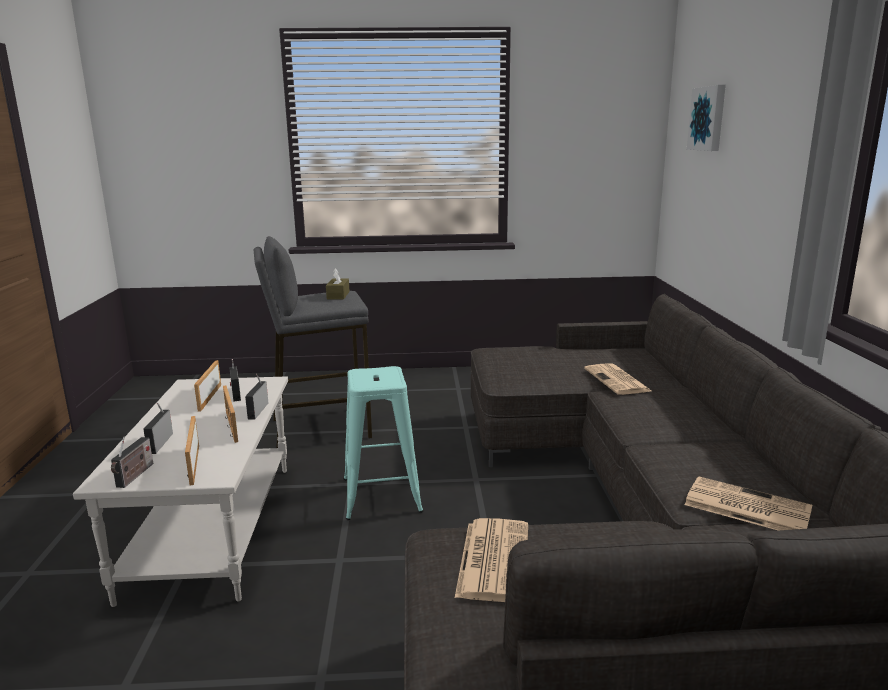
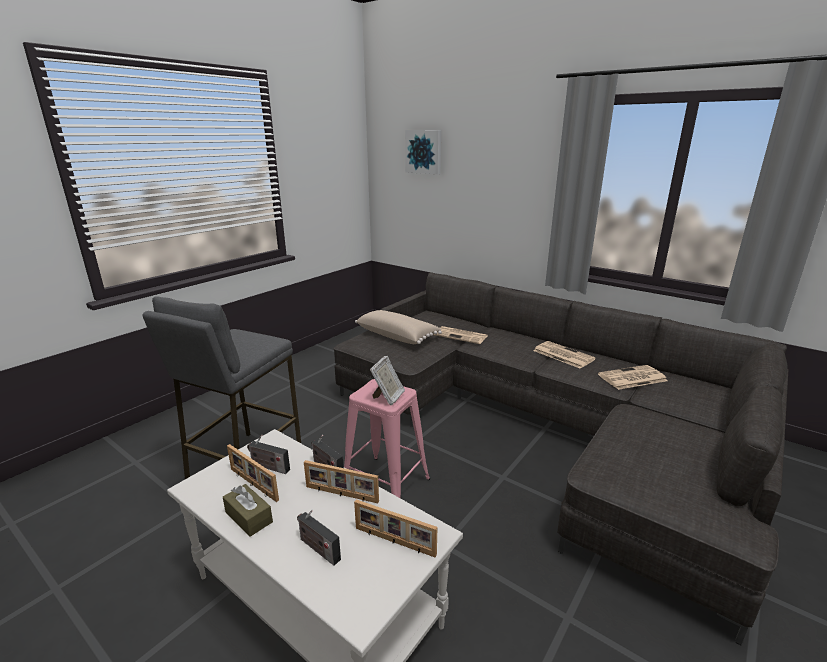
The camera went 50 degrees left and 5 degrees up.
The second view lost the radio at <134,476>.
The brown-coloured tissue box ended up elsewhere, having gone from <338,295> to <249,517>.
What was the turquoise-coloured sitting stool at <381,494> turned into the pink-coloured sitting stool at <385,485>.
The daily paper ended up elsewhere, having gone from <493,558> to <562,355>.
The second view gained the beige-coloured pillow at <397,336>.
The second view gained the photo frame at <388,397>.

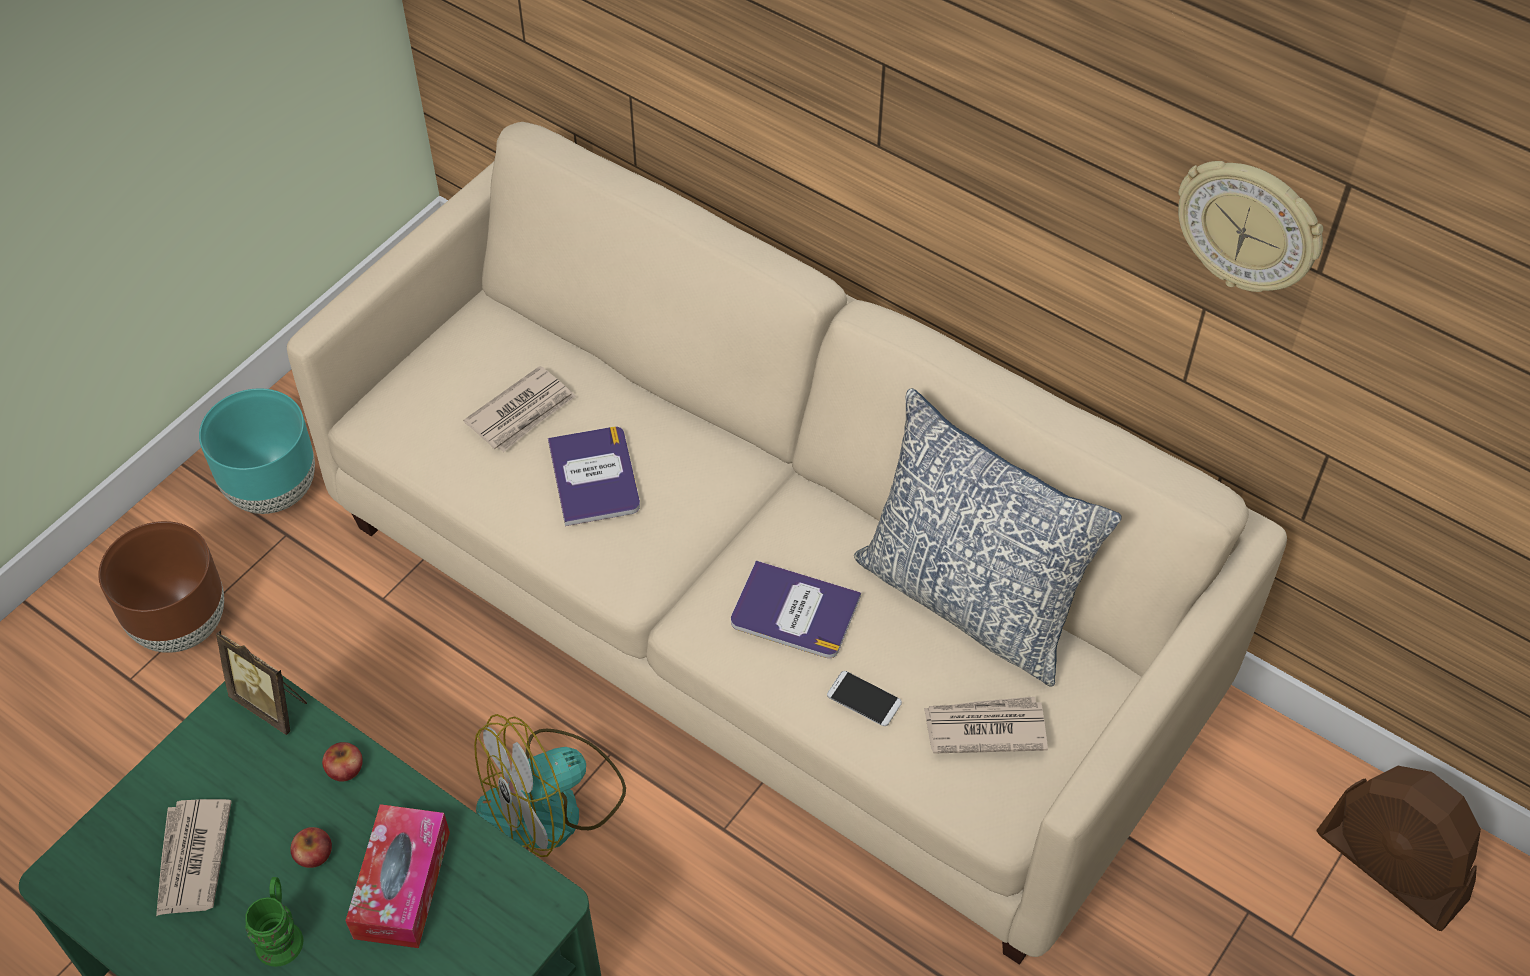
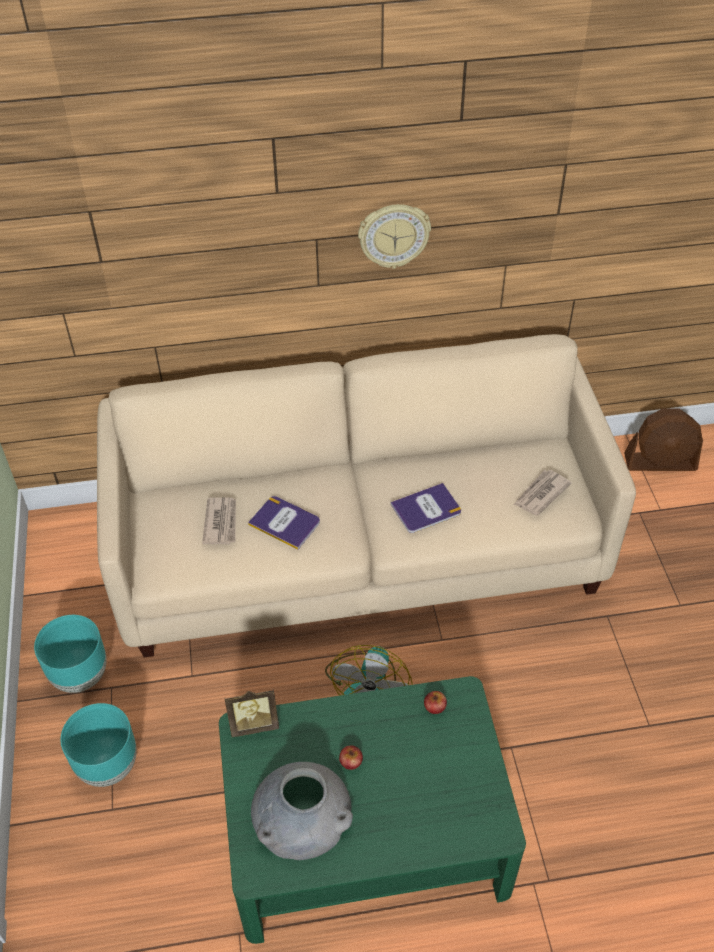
The camera went 45 degrees left and 5 degrees down.
What was the brown-coloured flower pot at <182,624> turned into the turquoise-coloured flower pot at <108,765>.
Where the daily paper stood at <191,859>, the grey decorative vase came to stand at <302,812>.
The second view lost the greenish tea mug at <281,934>.
The whole apple ended up elsewhere, having gone from <345,768> to <434,706>.
The second view lost the tissue box at <402,884>.
The second view lost the phone at <864,699>.
The second view lost the pillow at <970,599>.
The hanging clock ended up elsewhere, having gone from <1249,226> to <394,235>.

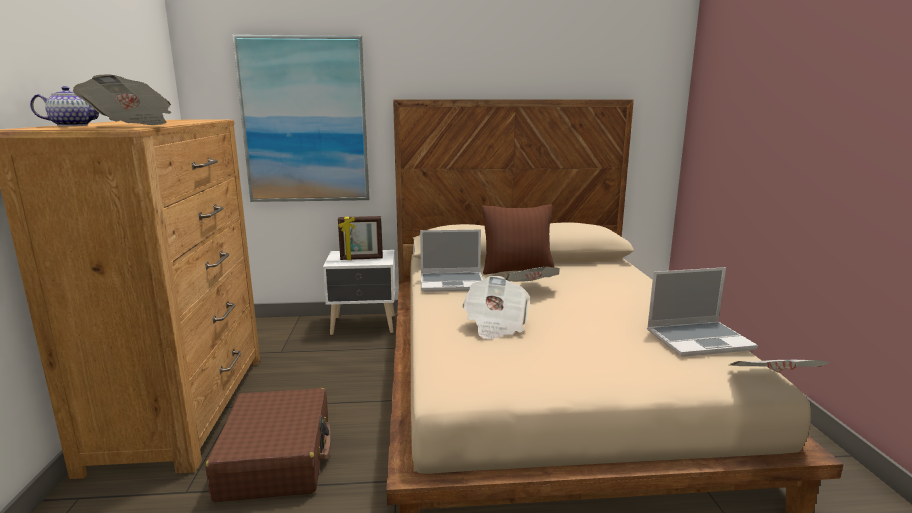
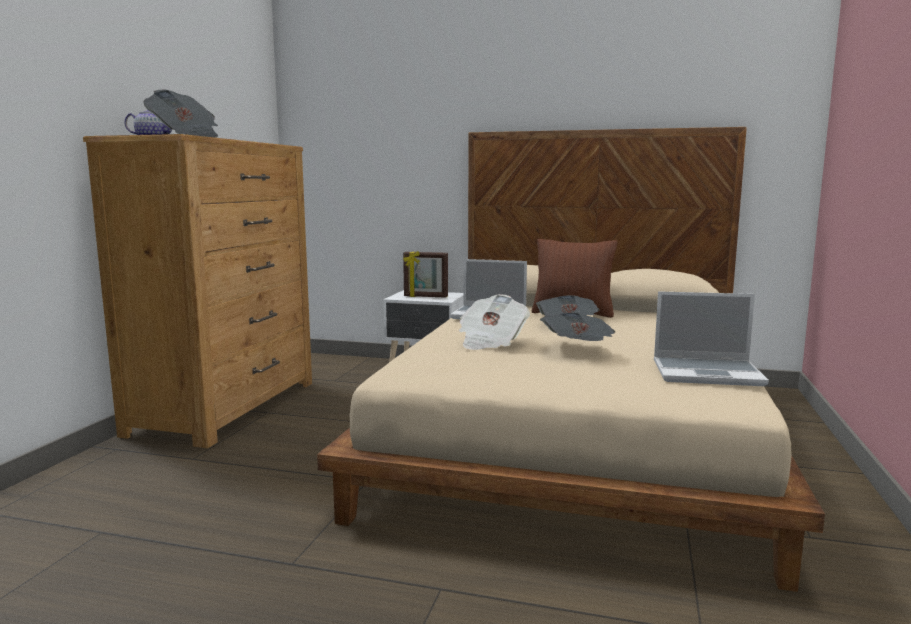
The camera went 20 degrees right and 5 degrees down.
The second view lost the brown-coloured suitcase at <277,458>.
The second view lost the picture at <305,121>.
The daily paper ended up elsewhere, having gone from <771,385> to <578,348>.

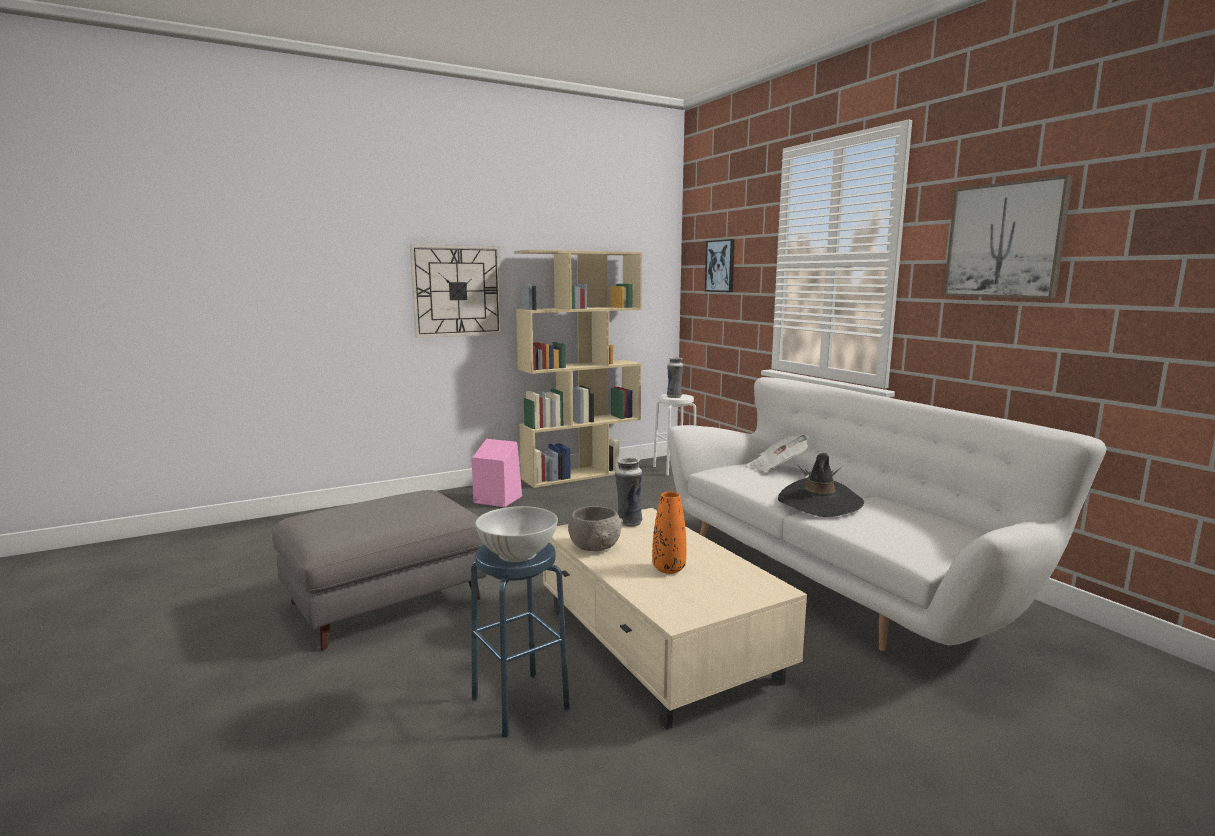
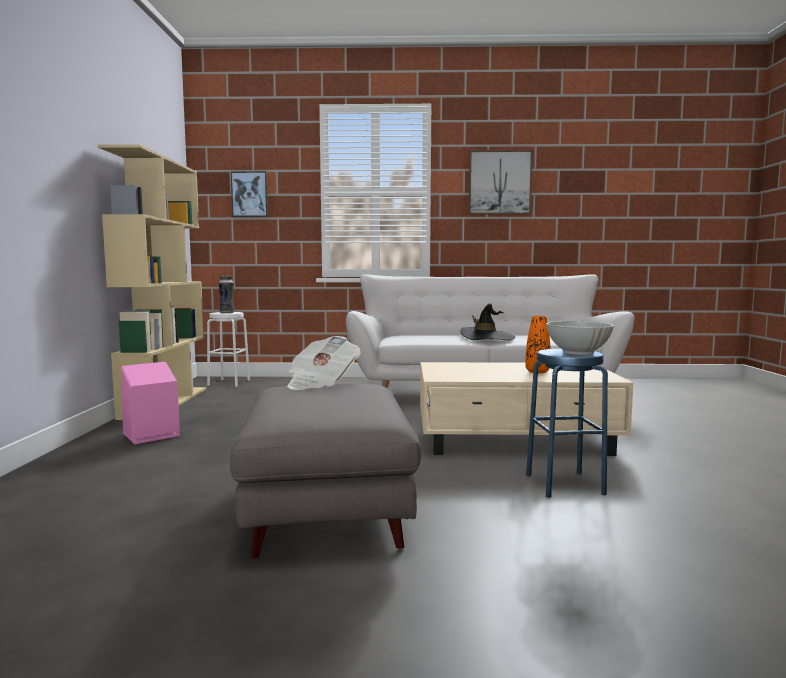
The camera went 60 degrees left and 5 degrees down.
The second view lost the hanging clock at <457,291>.
The second view lost the grey deep dish at <595,546>.
The second view lost the decorative vase at <628,523>.
The daily paper ended up elsewhere, having gone from <776,468> to <321,383>.

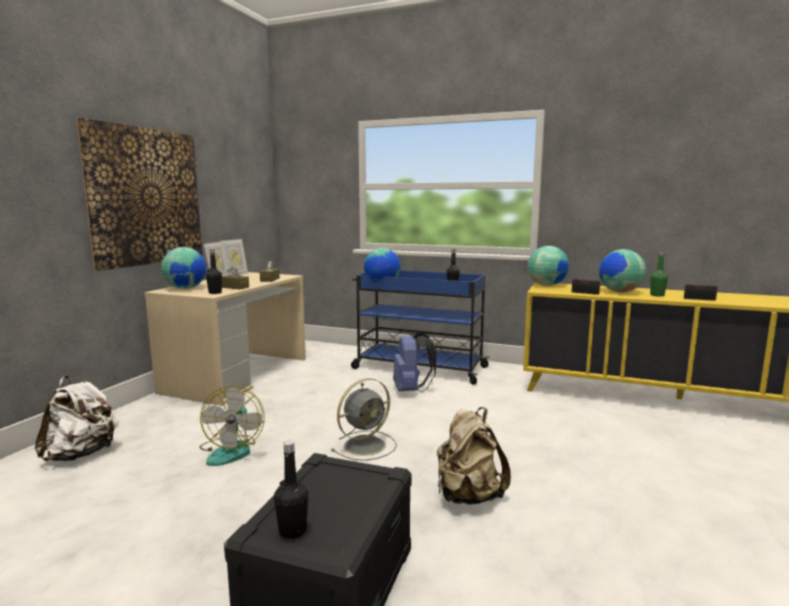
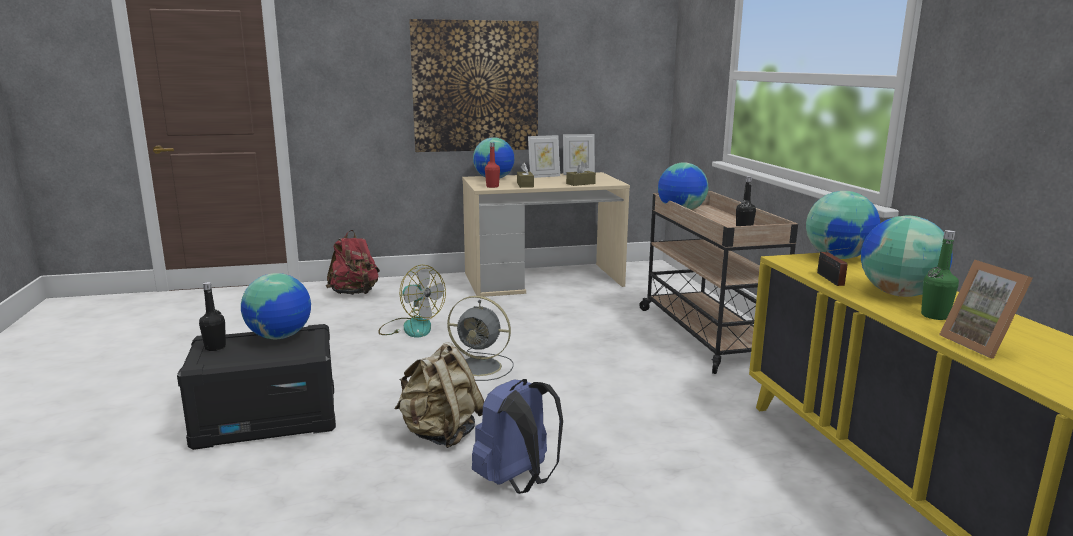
The camera went 55 degrees right and 5 degrees up.
What was the white backpack at <81,454> turned into the reddish backpack at <355,293>.
The electric fan at <232,450> ended up facing another way, 105 degrees counterclockwise from before.
What was the black-coloured beverage bottle at <215,293> turned into the reddish beverage bottle at <492,186>.
What was the blue-coloured wheeled cart at <418,368> turned into the beige-coloured wheeled cart at <706,334>.
The blue-coloured backpack ended up elsewhere, having gone from <411,390> to <517,481>.
Where the radio stood at <701,299>, the photo frame came to stand at <982,345>.
The second view gained the world globe at <280,336>.

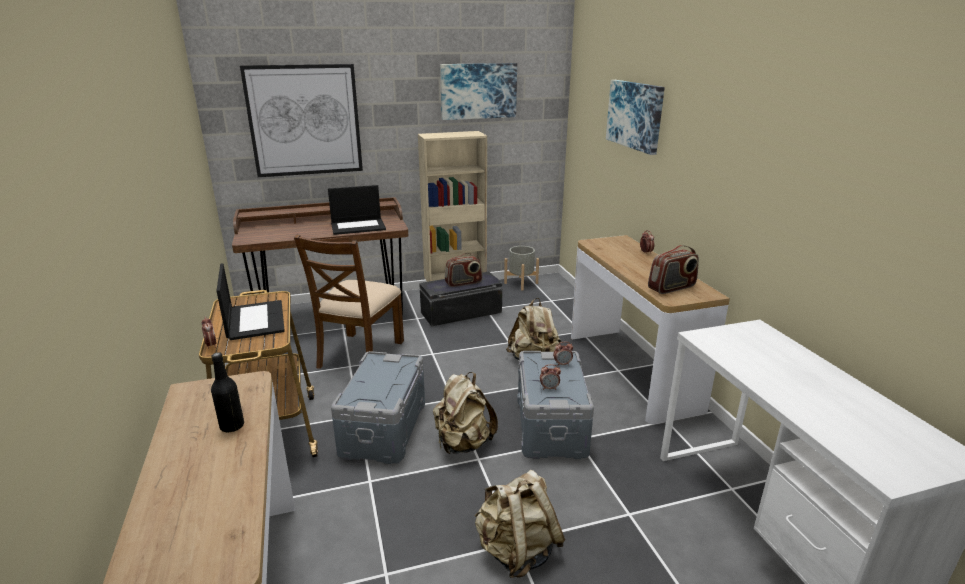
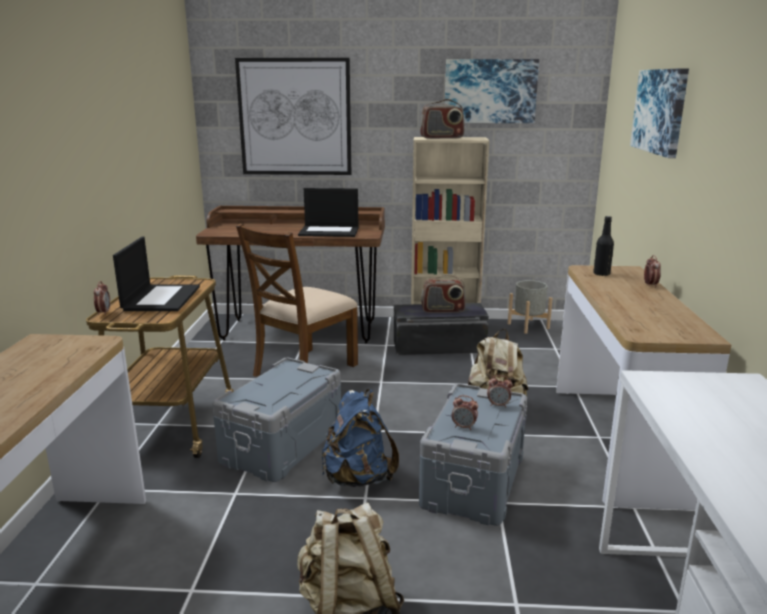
The camera went 20 degrees right and 5 degrees down.
The black-coloured beverage bottle ended up elsewhere, having gone from <232,426> to <601,274>.
What was the beige-coloured backpack at <463,443> turned into the blue-coloured backpack at <358,478>.
The radio ended up elsewhere, having gone from <672,287> to <442,138>.

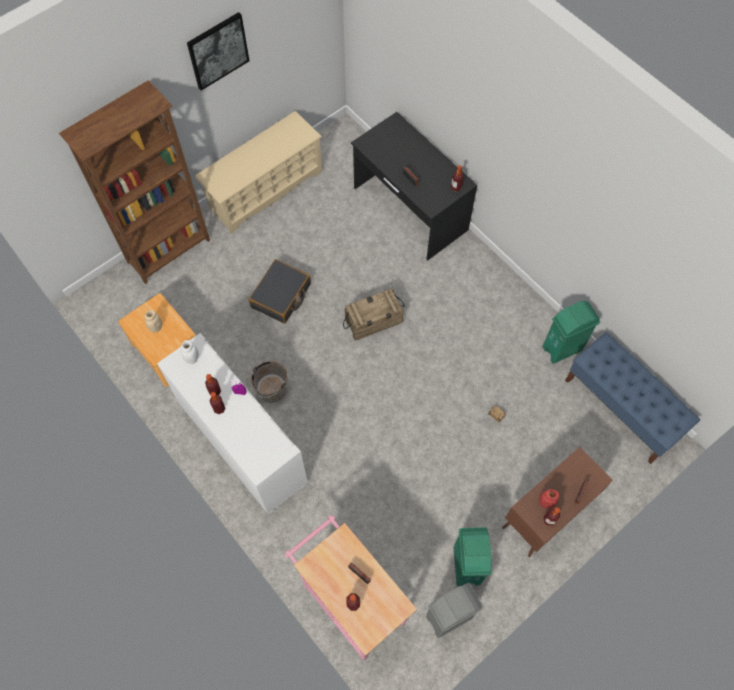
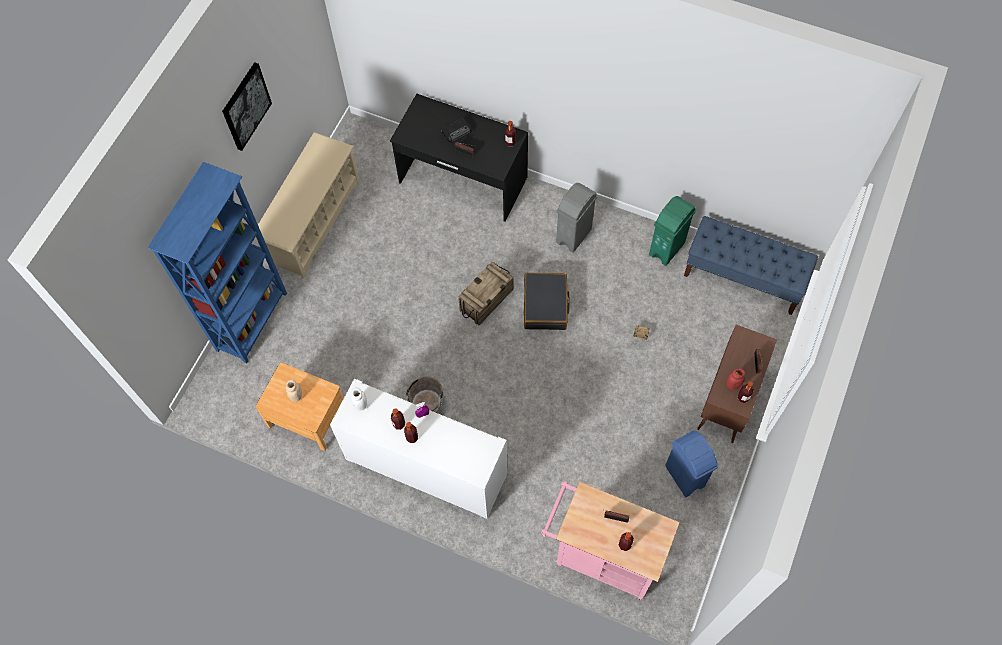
The camera went 25 degrees left and 0 degrees up.
What was the brown-coloured bookcase at <170,251> turned into the blue-coloured bookcase at <253,321>.
The black-coloured suitcase ended up elsewhere, having gone from <281,296> to <545,305>.
The grey trash can ended up elsewhere, having gone from <449,617> to <574,236>.
What was the greenish trash can at <467,565> turned into the blue-coloured trash can at <684,475>.
The second view gained the radio at <457,131>.

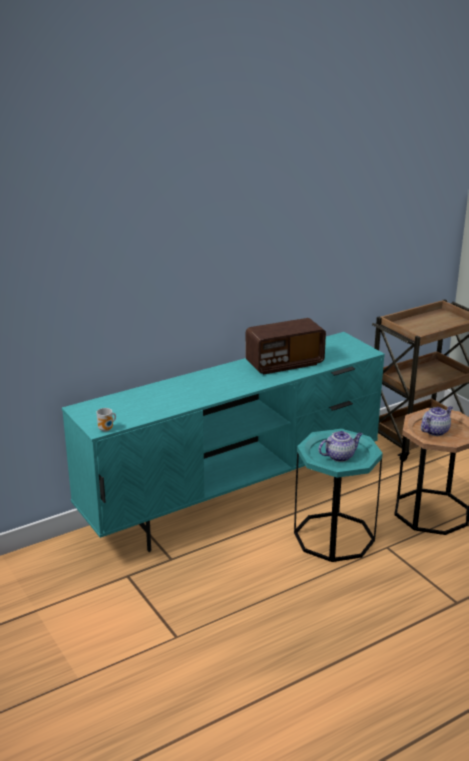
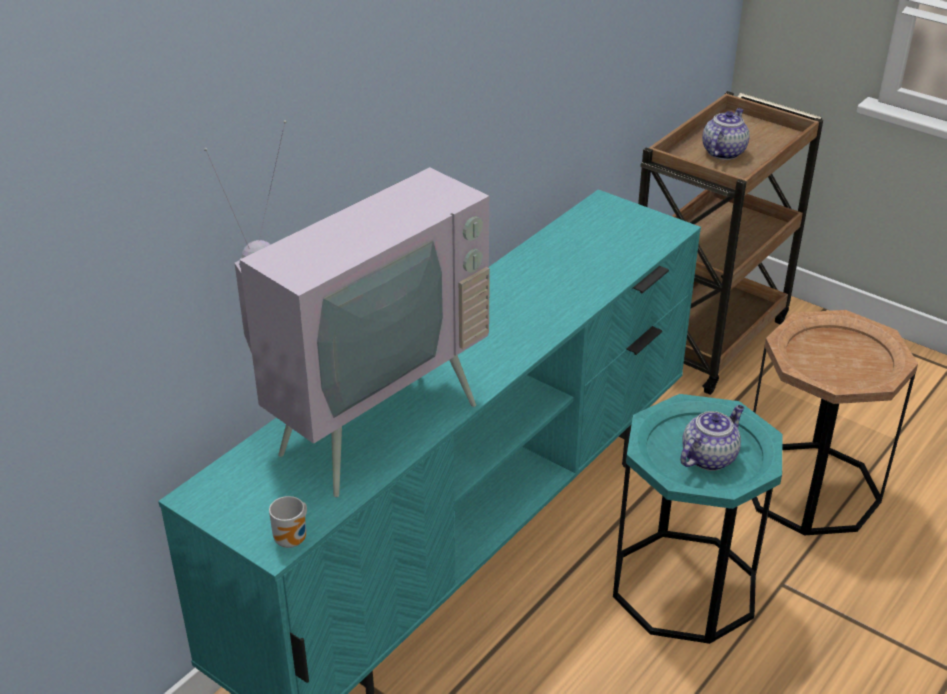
The camera went 20 degrees left and 10 degrees up.
The second view lost the radio at <284,364>.
The pot for tea ended up elsewhere, having gone from <435,431> to <723,152>.
The second view gained the TV set at <368,420>.

